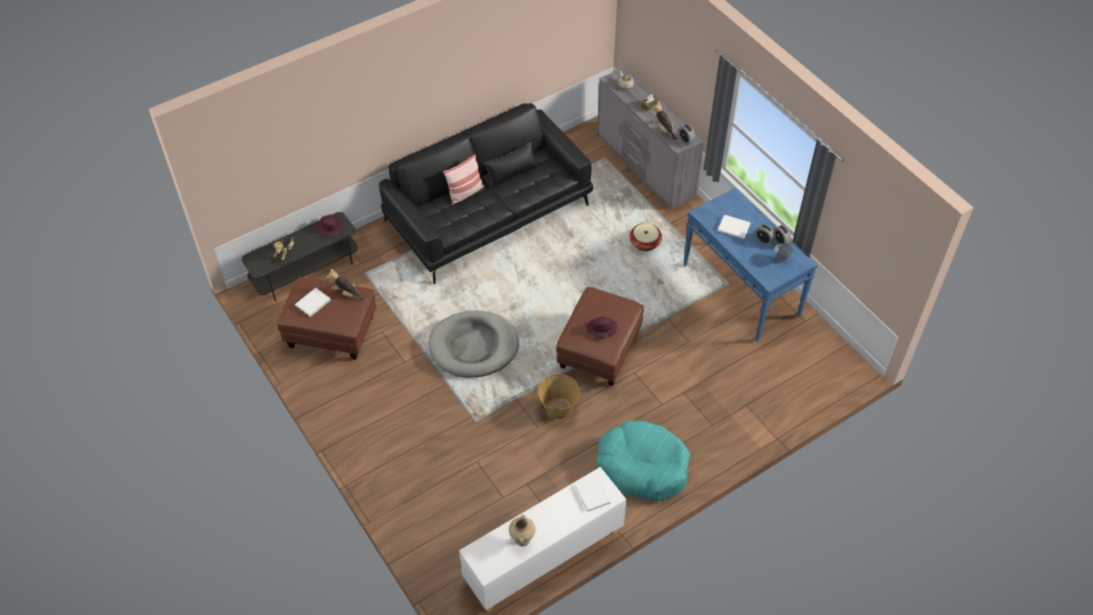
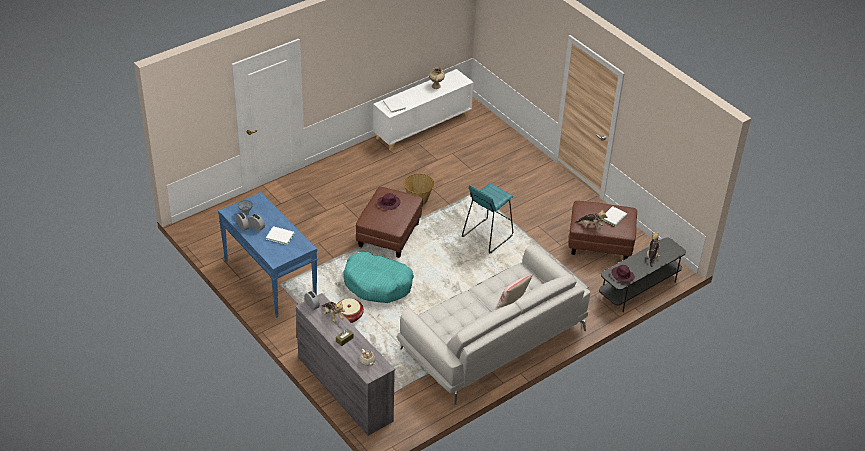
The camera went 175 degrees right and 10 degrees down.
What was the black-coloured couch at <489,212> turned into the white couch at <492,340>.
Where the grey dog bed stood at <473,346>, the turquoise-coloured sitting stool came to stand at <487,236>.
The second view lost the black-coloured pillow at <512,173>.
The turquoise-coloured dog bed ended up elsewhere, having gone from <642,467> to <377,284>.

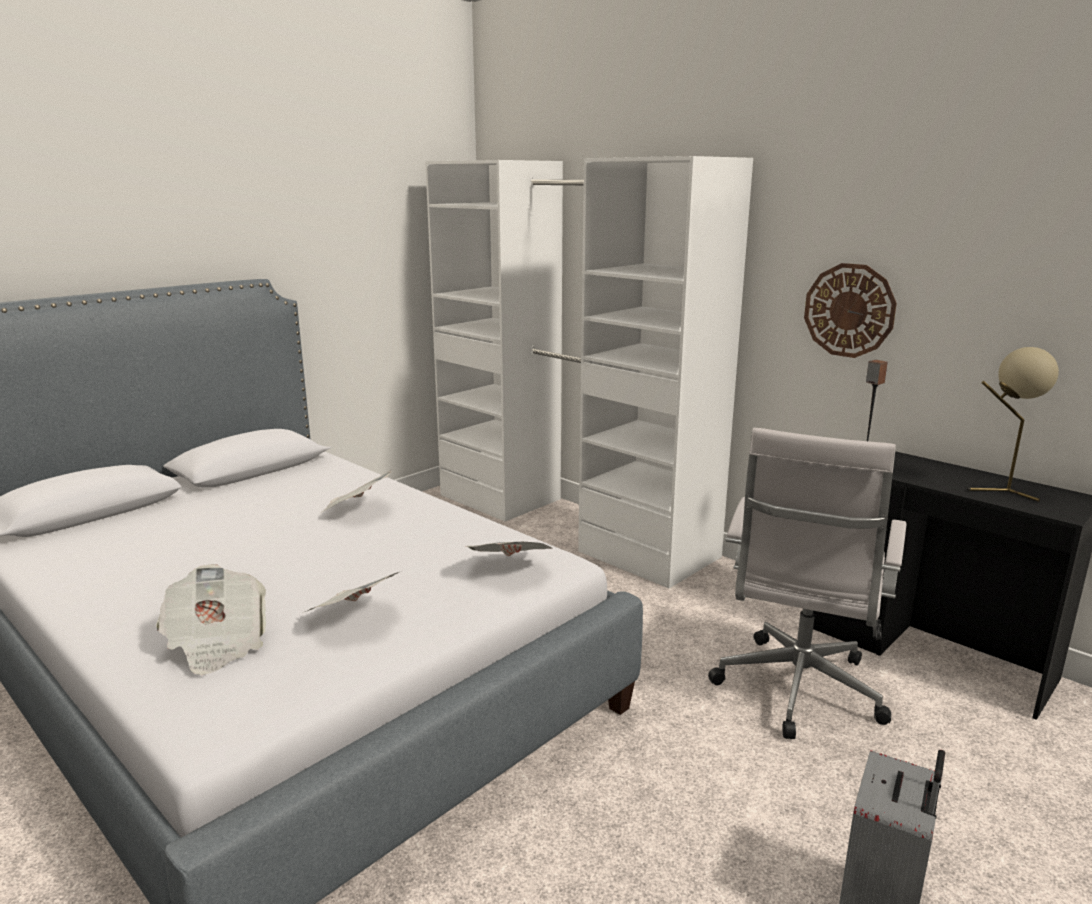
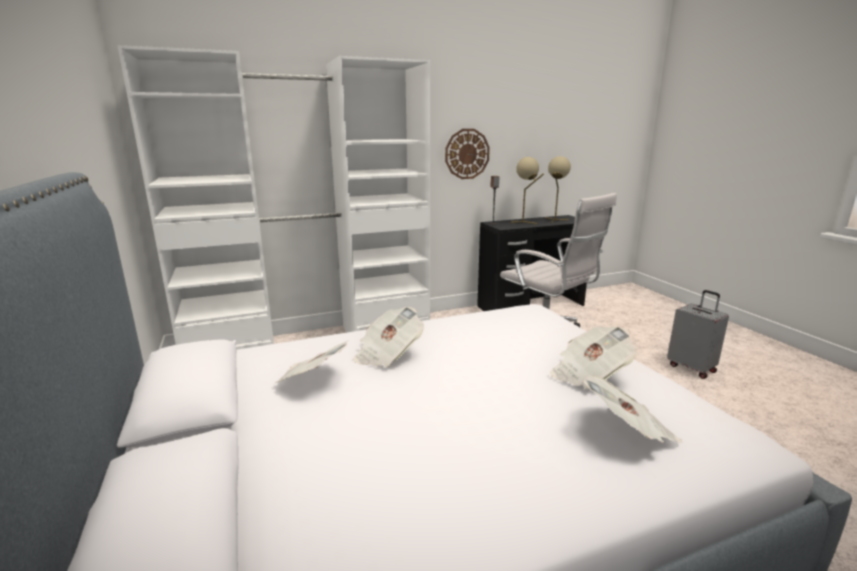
The camera went 65 degrees left and 0 degrees up.
The daily paper ended up elsewhere, having gone from <509,569> to <313,379>.
The second view gained the beige-coloured table lamp at <524,222>.

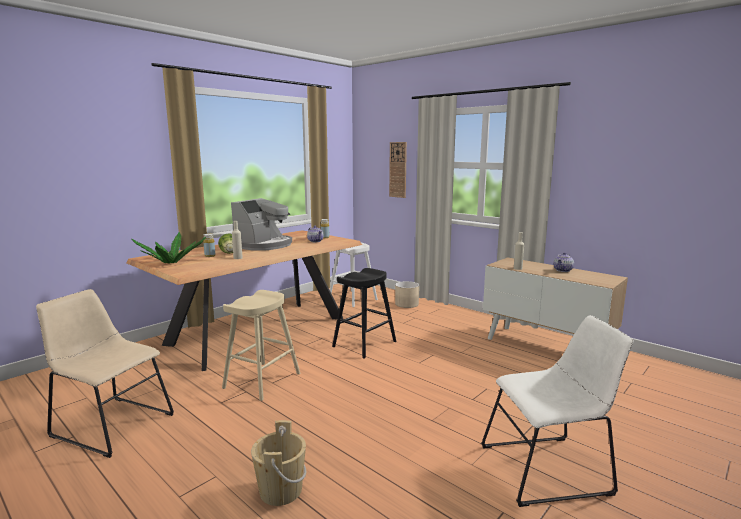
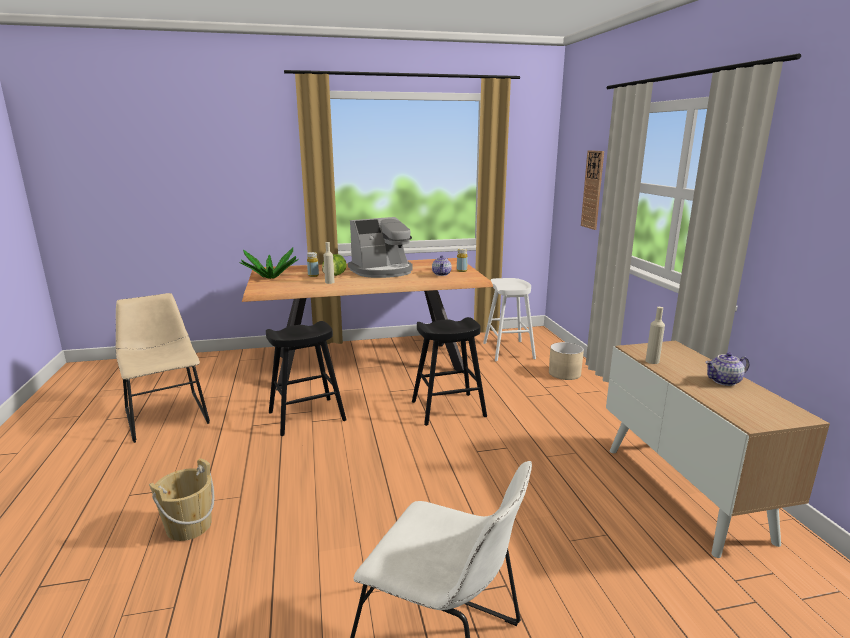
The camera went 35 degrees right and 5 degrees up.
What was the beige-coloured sitting stool at <262,380> turned into the black-coloured sitting stool at <307,416>.

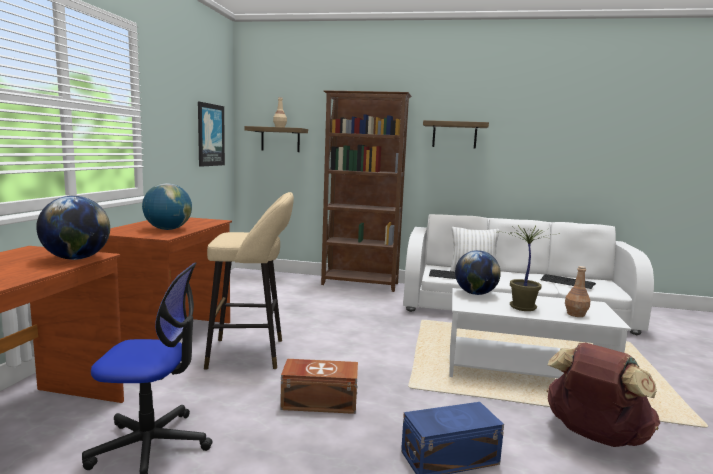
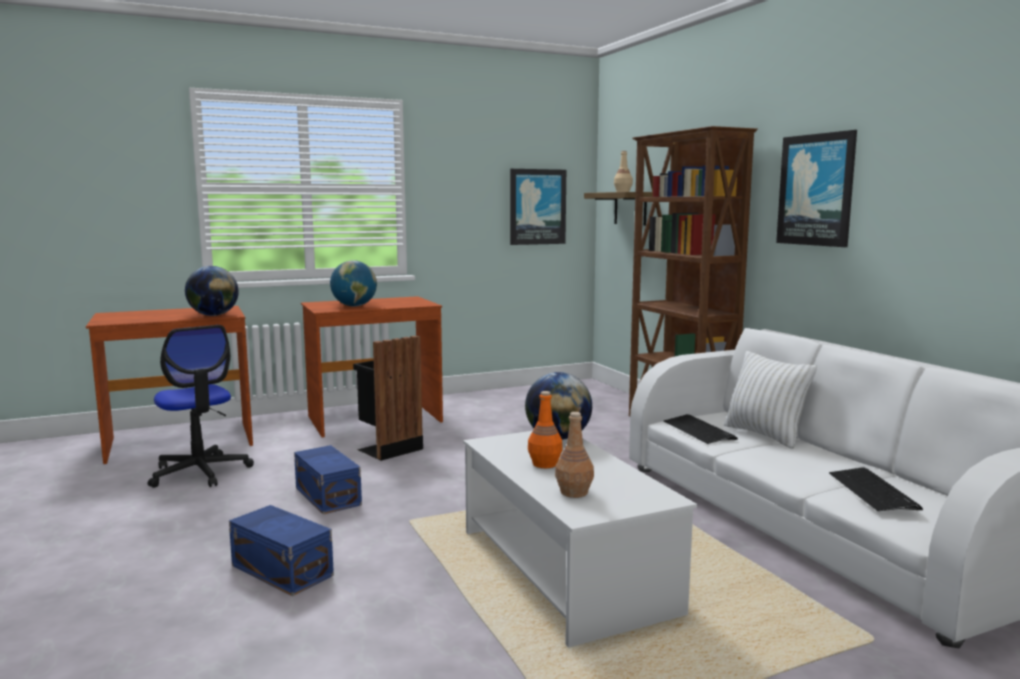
The camera went 55 degrees right and 0 degrees up.
Where the beige-coloured sitting stool stood at <251,353>, the black-coloured trash can came to stand at <388,448>.
What was the brown-coloured storage box at <318,401> turned into the blue-coloured storage box at <328,495>.
Where the wall shelf hung at <454,135>, the picture came to hang at <816,190>.
Where the houseplant stood at <521,307>, the orange beverage bottle came to stand at <544,464>.
The second view lost the brown-coloured backpack at <594,436>.

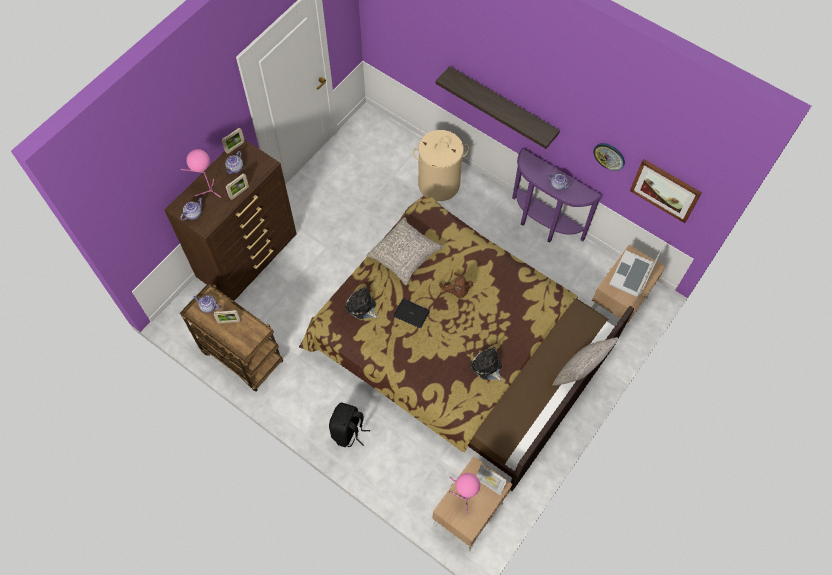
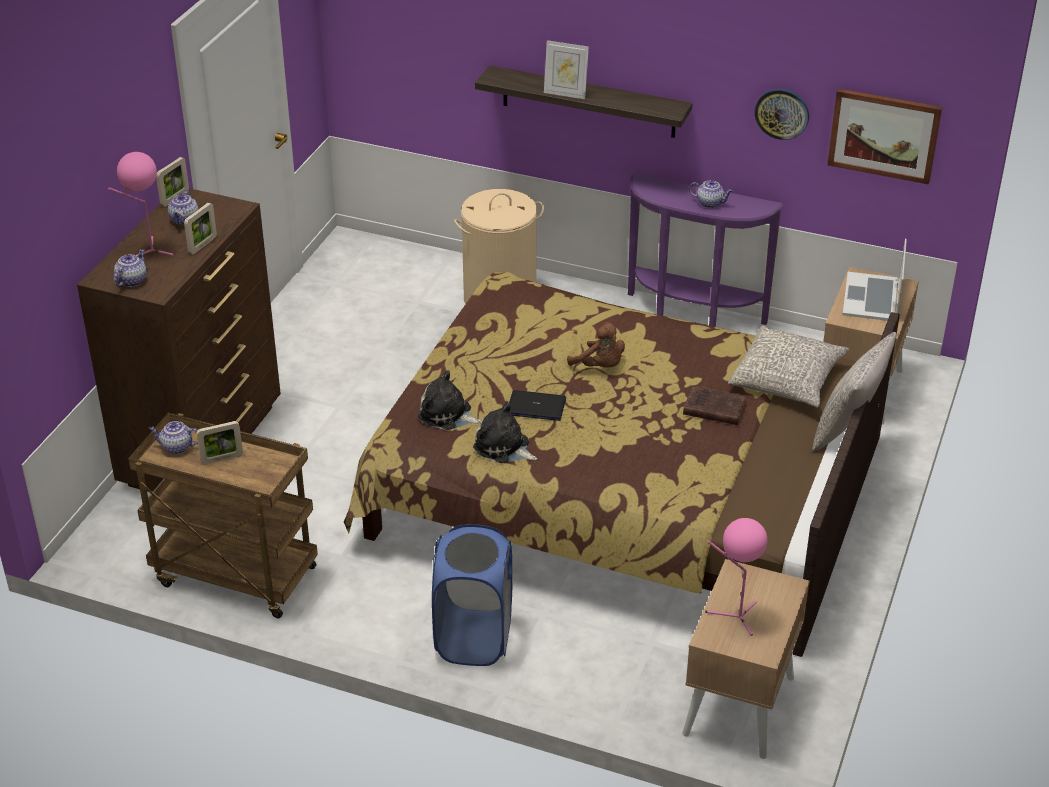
The camera went 15 degrees left and 25 degrees down.
Where the black-coloured backpack stood at <348,431>, the blue-coloured washing basket came to stand at <474,638>.
The grey pillow ended up elsewhere, having gone from <404,255> to <787,379>.
The cuddly toy ended up elsewhere, having gone from <487,367> to <504,447>.
The photo frame ended up elsewhere, having gone from <489,484> to <565,94>.
The second view gained the brown-coloured book at <712,408>.

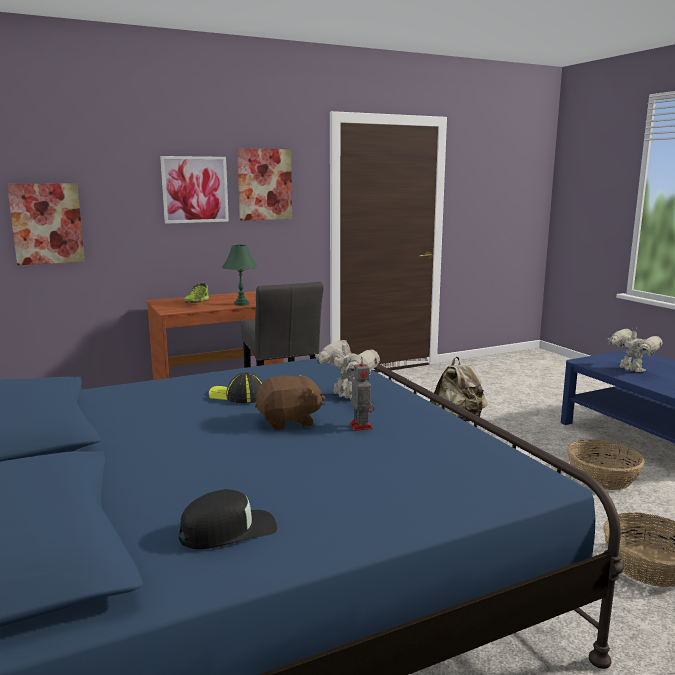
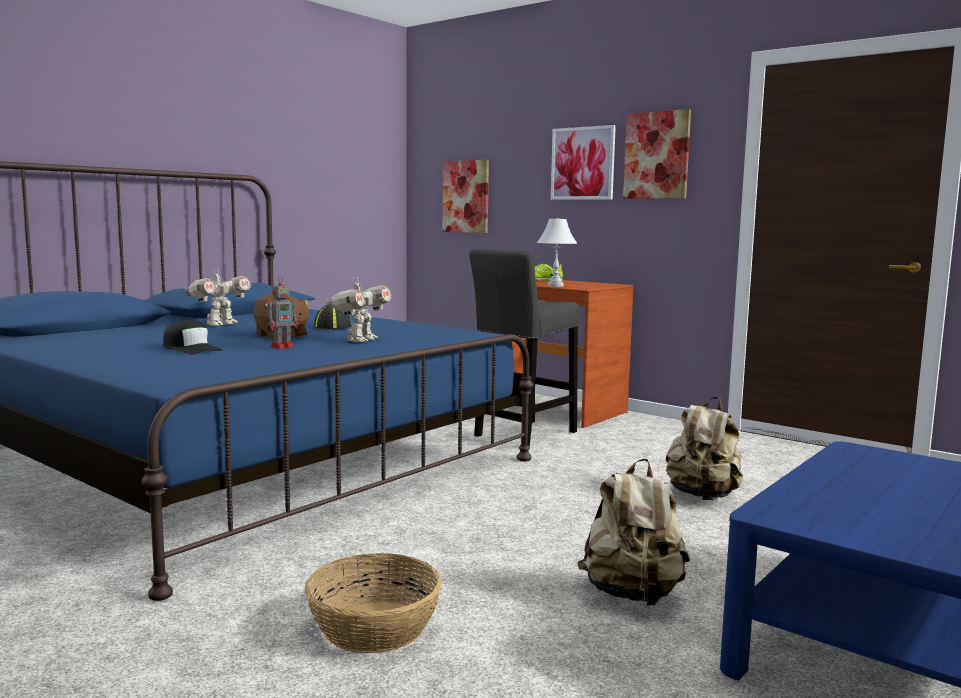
The camera went 65 degrees right and 5 degrees down.
The black-coloured cap ended up elsewhere, having gone from <228,530> to <191,349>.
What was the greenish table lamp at <241,304> turned into the white table lamp at <555,285>.
Where the household basket stood at <602,477>, the beige-coloured backpack came to stand at <632,595>.
The toy robot ended up elsewhere, having gone from <631,370> to <220,324>.

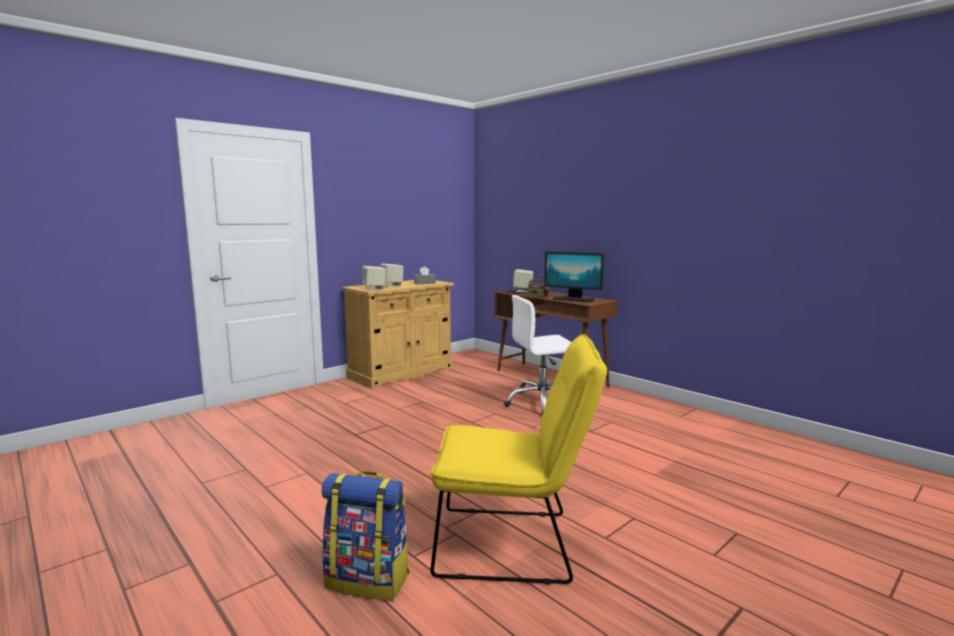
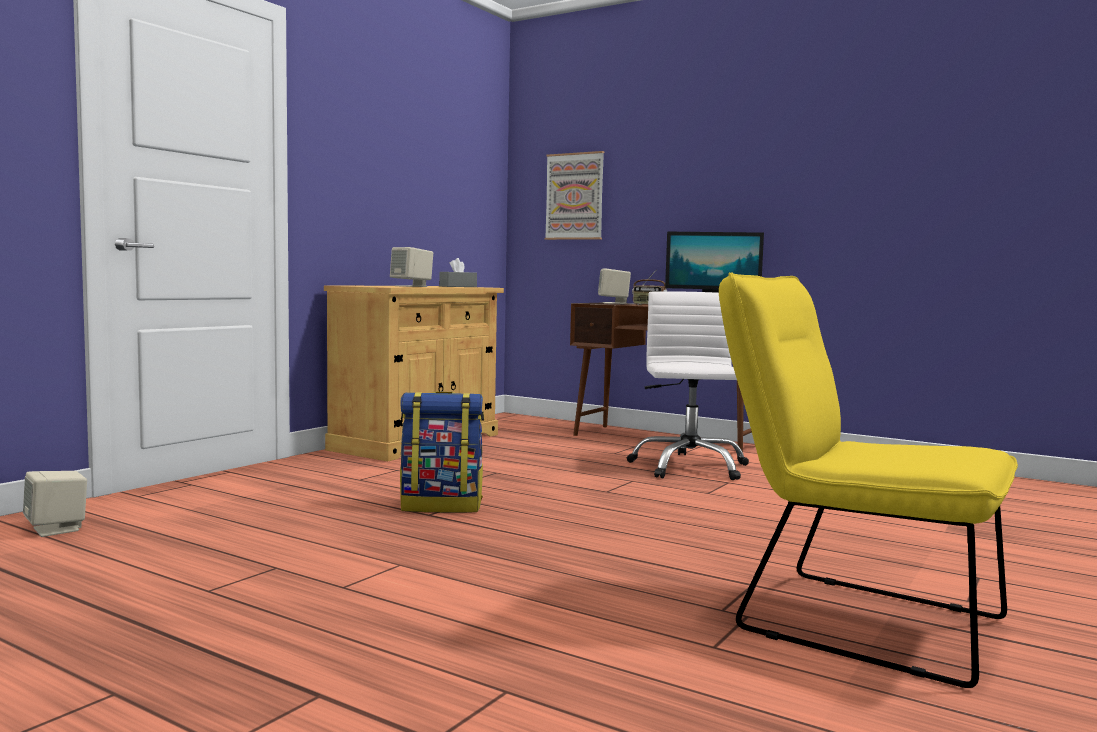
The camera went 15 degrees left and 5 degrees down.
The backpack ended up elsewhere, having gone from <368,580> to <442,506>.
The beige-coloured audio speaker ended up elsewhere, having gone from <374,289> to <57,529>.
The yellowish plain chair at <514,544> ended up facing another way, 135 degrees counterclockwise from before.
The white office chair at <542,403> ended up facing another way, 120 degrees clockwise from before.
The second view gained the picture at <574,196>.

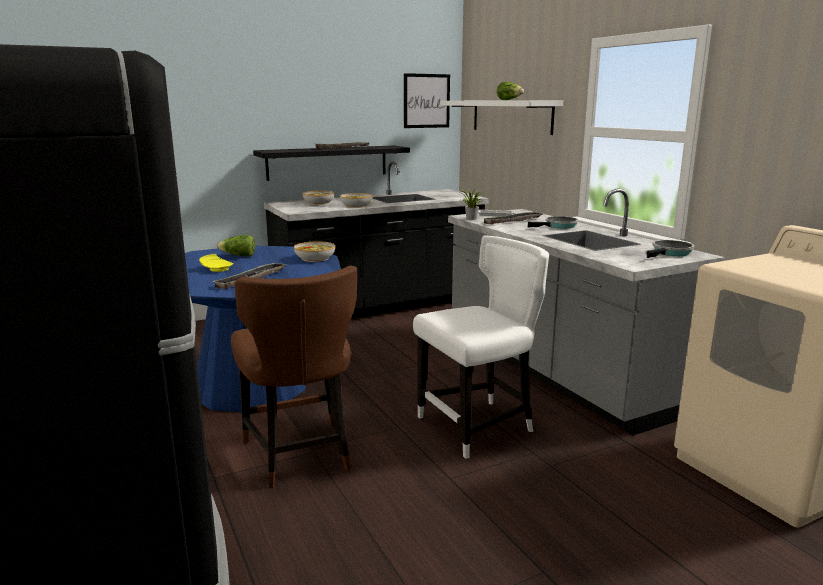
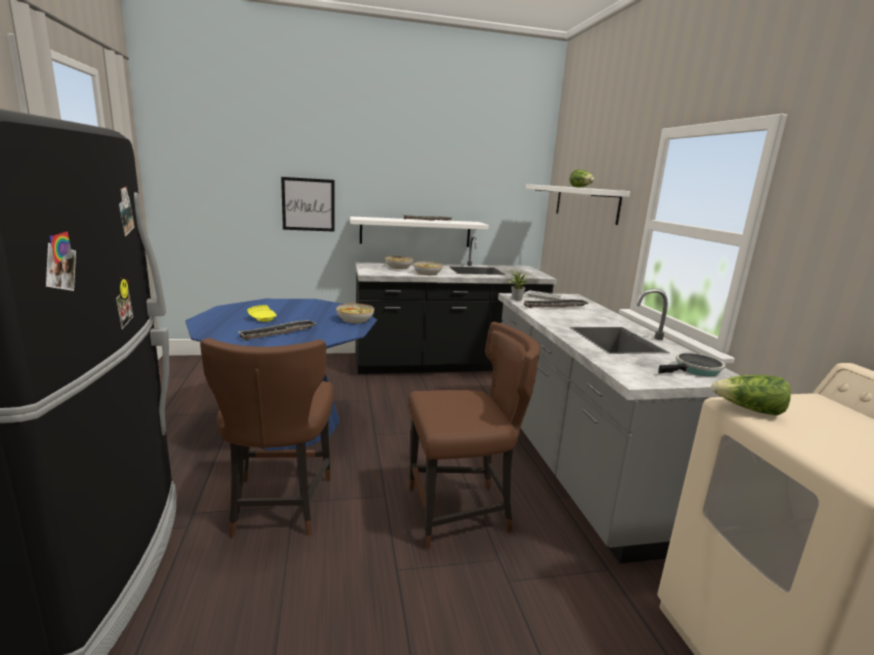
The camera went 15 degrees right and 0 degrees up.
The head of lettuce ended up elsewhere, having gone from <238,256> to <748,410>.
What was the black-coloured wall shelf at <327,162> turned into the white wall shelf at <416,232>.
The picture ended up elsewhere, having gone from <426,101> to <308,204>.
What was the white plain chair at <478,426> turned into the brown-coloured plain chair at <461,512>.
The second view lost the skillet at <559,226>.

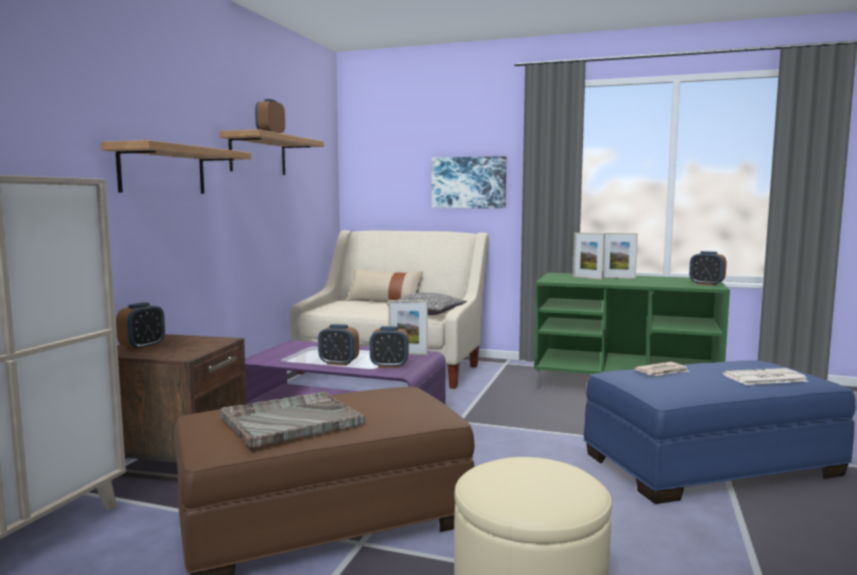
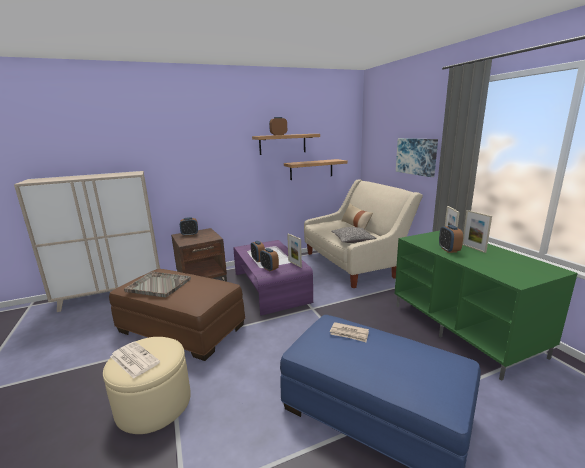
The camera went 50 degrees right and 10 degrees up.
The wall shelf ended up elsewhere, having gone from <163,170> to <311,169>.
The table clock ended up elsewhere, having gone from <706,284> to <449,250>.
The daily paper ended up elsewhere, having gone from <764,378> to <133,359>.

